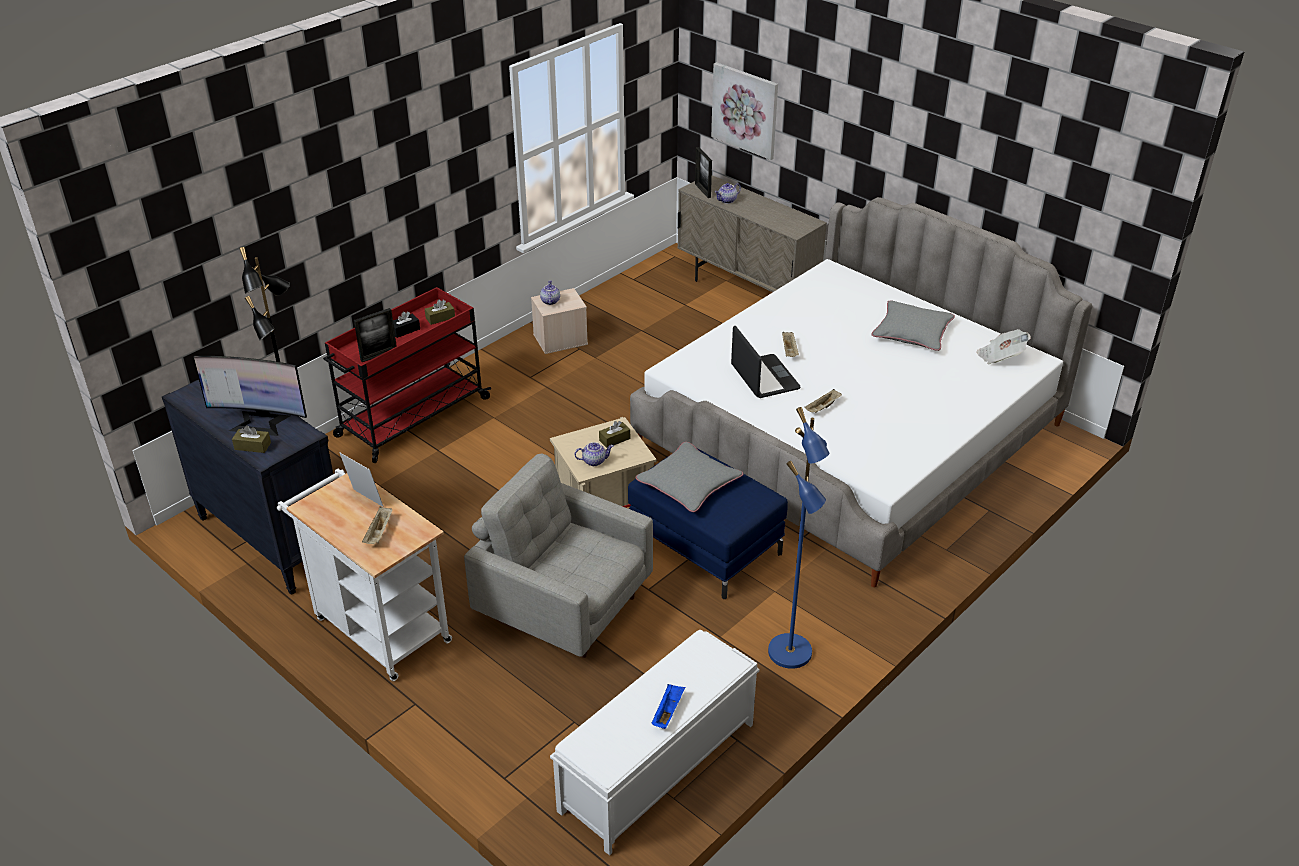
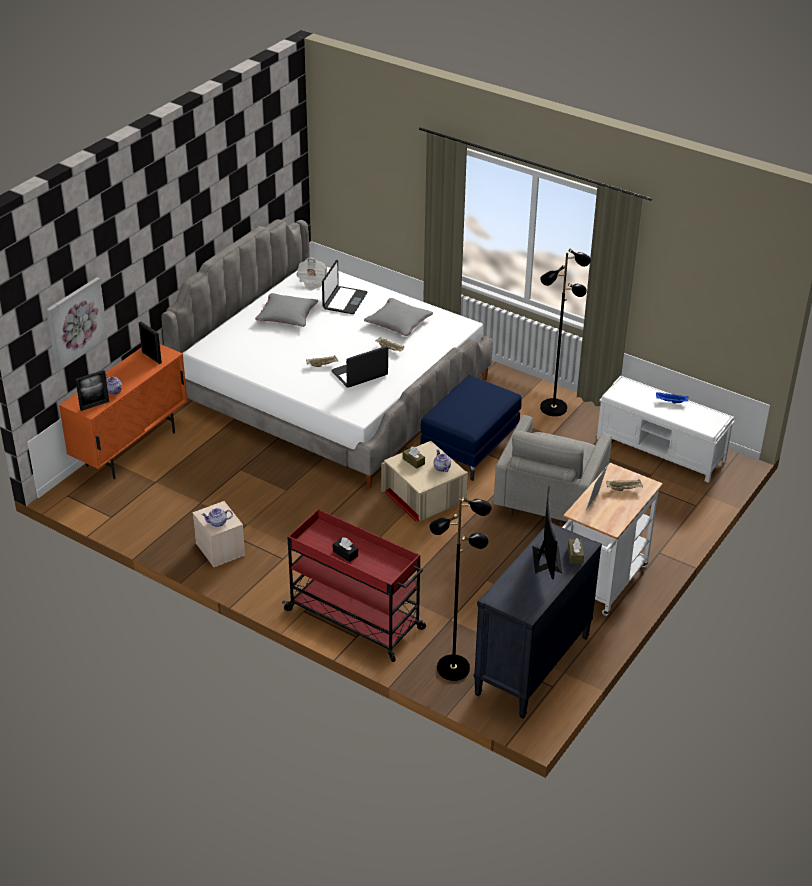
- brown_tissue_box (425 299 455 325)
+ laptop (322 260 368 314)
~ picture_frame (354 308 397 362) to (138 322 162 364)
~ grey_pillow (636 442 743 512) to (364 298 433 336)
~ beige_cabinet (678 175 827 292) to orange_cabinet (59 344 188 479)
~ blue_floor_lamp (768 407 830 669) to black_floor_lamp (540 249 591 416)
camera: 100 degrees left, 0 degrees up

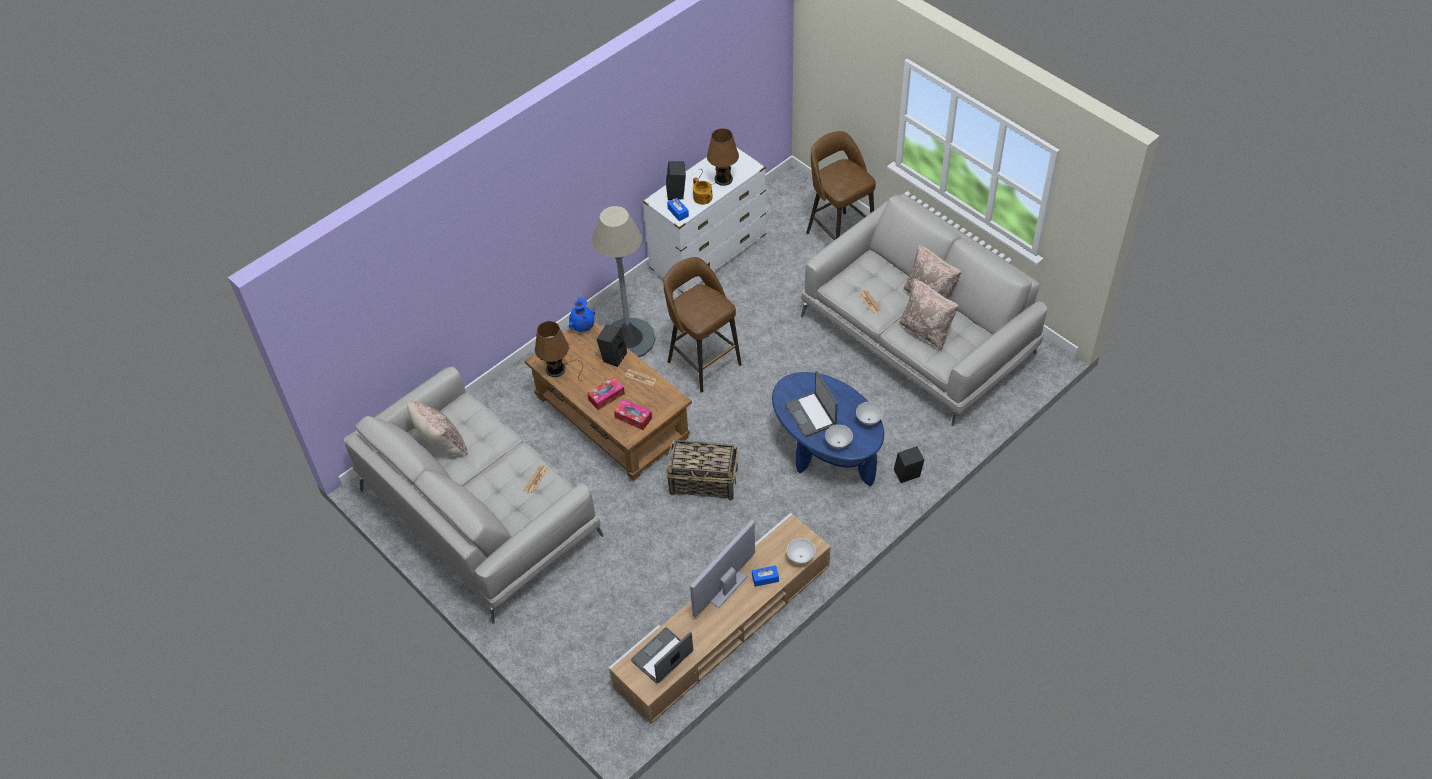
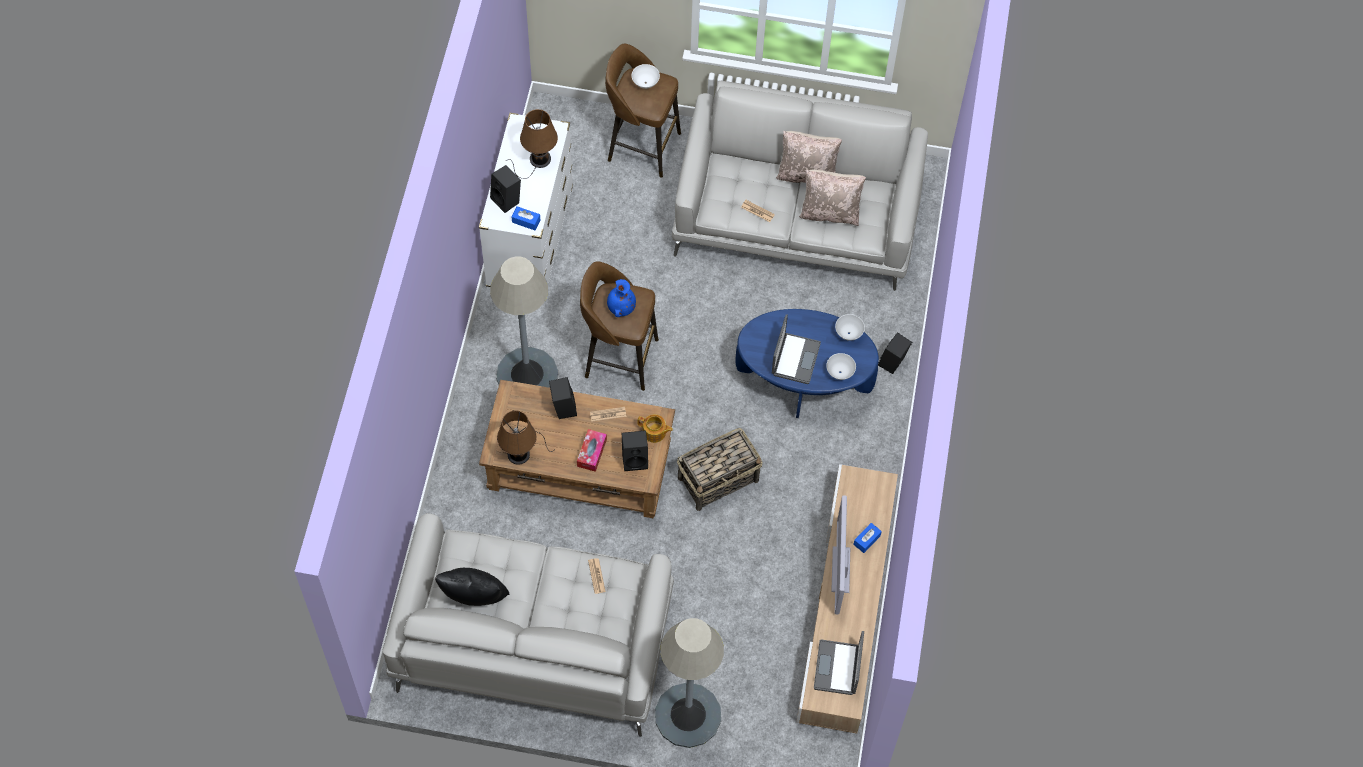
+ grey_floor_lamp (655 618 724 748)
~ blue_vase (569 297 595 332) to (607 279 636 317)
~ teapot (693 177 713 205) to (637 414 673 443)
~ white_bowl (787 538 815 564) to (632 64 660 89)
~ tissue_box (614 399 652 430) to black_speaker (622 430 648 471)
~ beige_pillow (407 401 467 457) to black_pillow (435 568 510 606)
~ laptop (785 371 838 437) = (772 314 821 384) 105 degrees counterclockwise
camera: 40 degrees left, 10 degrees up

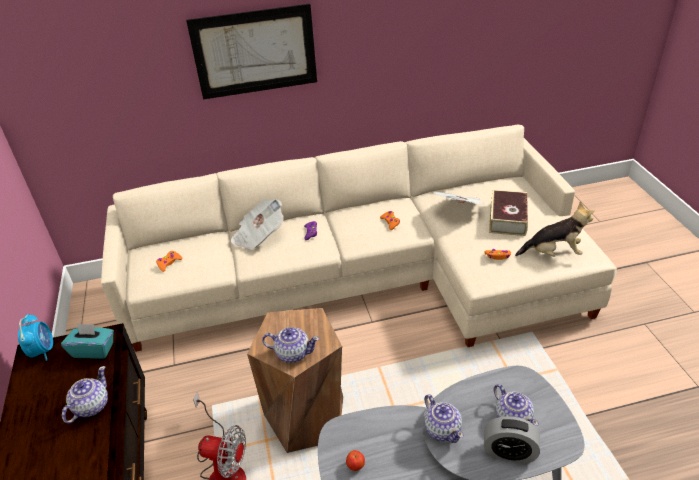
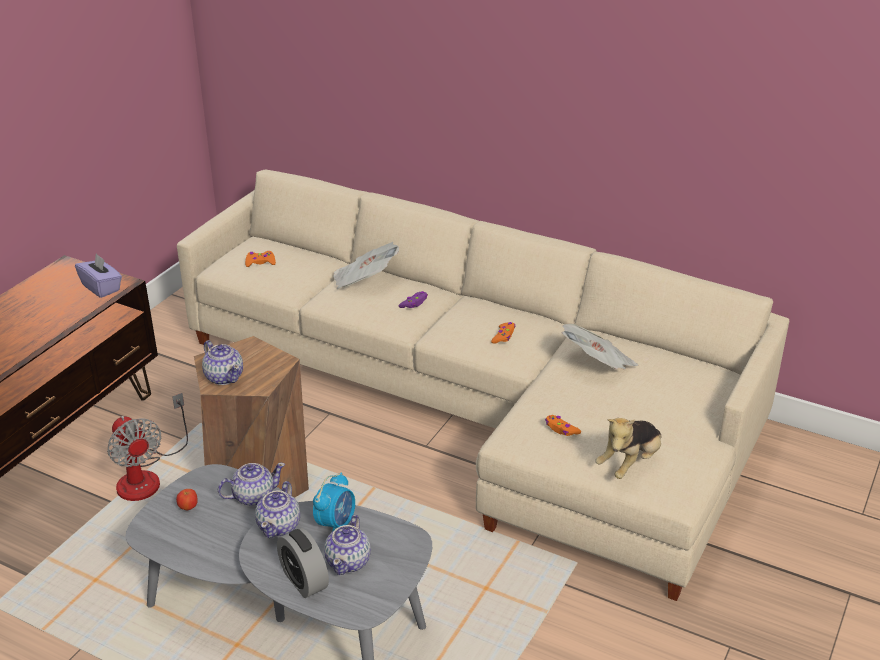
- picture (186 4 317 99)
- book (489 189 528 236)
~ alarm_clock (18 314 53 361) to (313 472 355 532)
~ teapot (62 366 108 423) to (218 463 285 506)
~ turquoise_tissue_box (61 323 114 359) to purple_tissue_box (75 253 122 298)
~ plush_toy (515 202 595 257) = (595 418 662 479) 90 degrees clockwise
camera: 40 degrees right, 5 degrees down

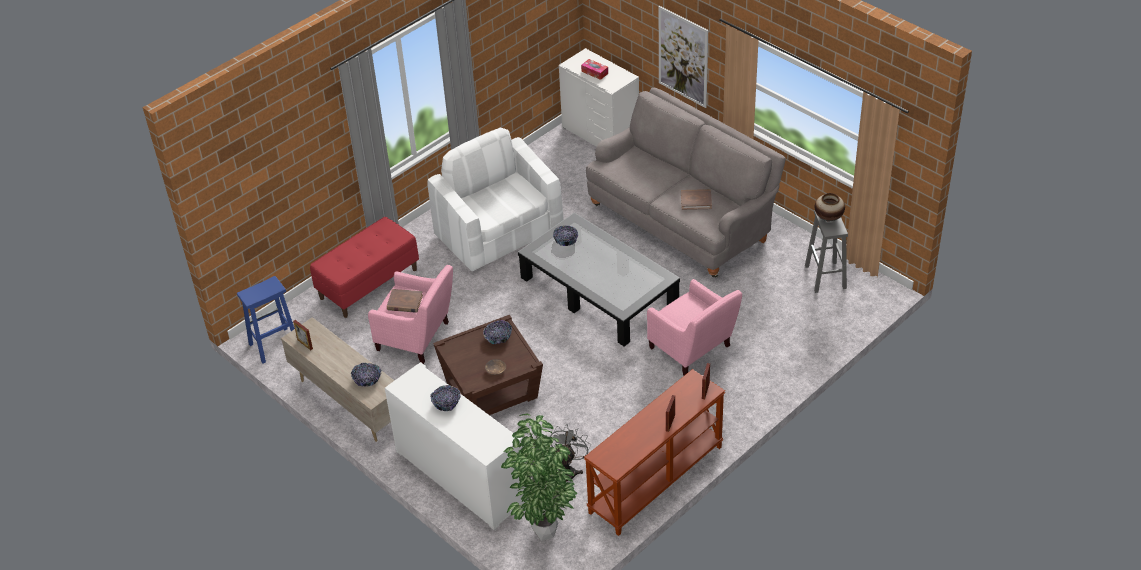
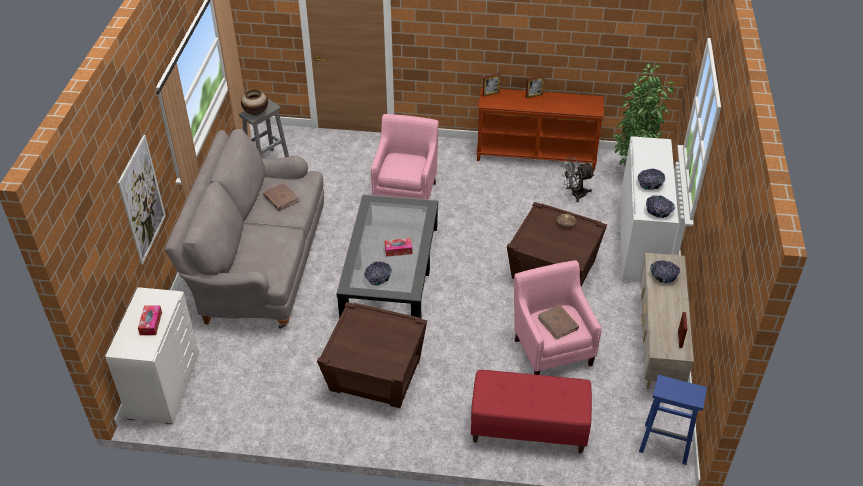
+ tissue_box (385 238 412 257)
~ bowl (483 320 512 344) to (646 195 675 218)
~ white_armchair (427 127 564 271) to brown_side_table (317 302 427 408)
camera: 130 degrees left, 0 degrees up

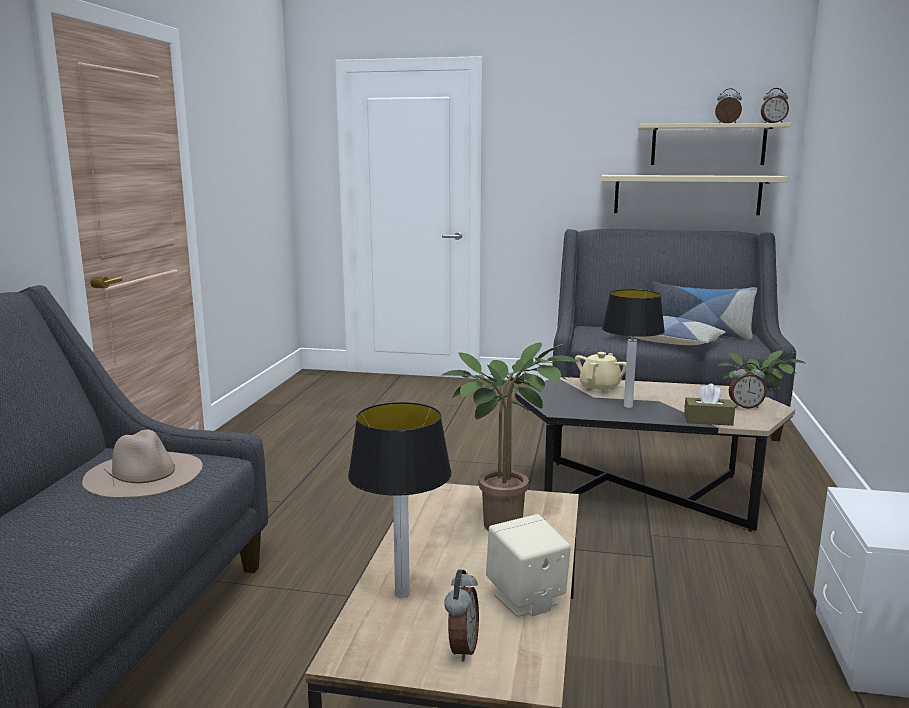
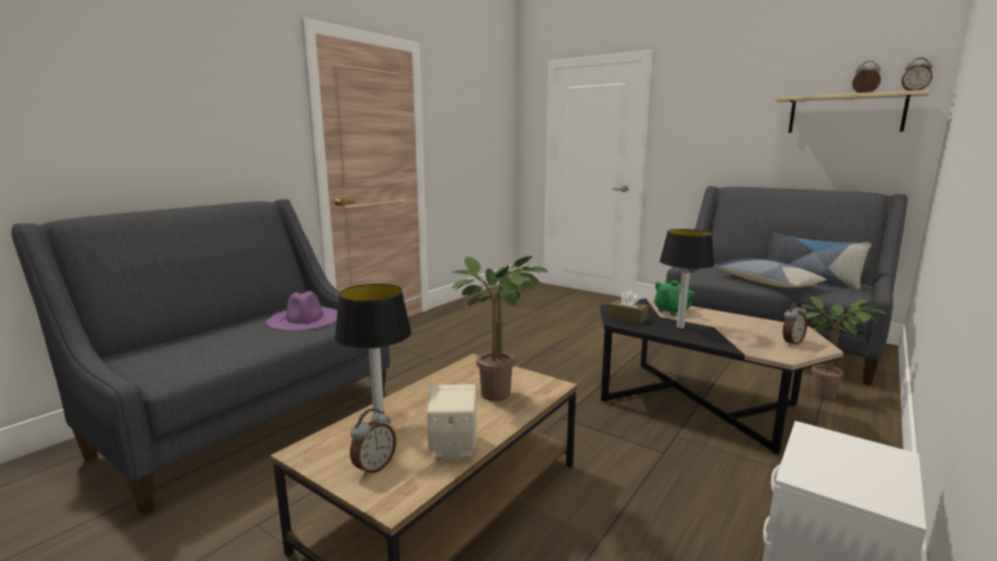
- beige_shelf (601 175 788 215)
~ brown_tissue_box (684 384 735 426) to (609 291 648 324)
~ beige_hat (82 430 203 498) to purple_hat (266 291 337 331)
~ beige_teapot (575 352 626 394) to green_teapot (654 281 694 315)
~ alarm_clock (729 362 767 409) = (783 303 807 346) 60 degrees counterclockwise
camera: 25 degrees right, 0 degrees up

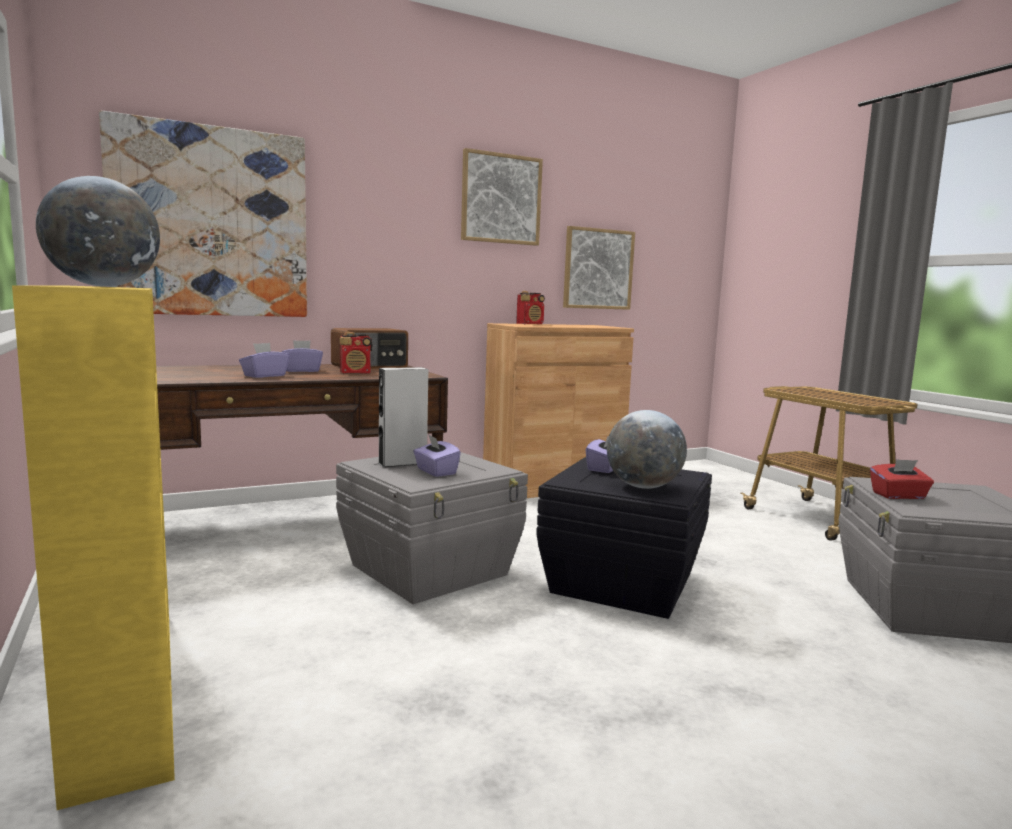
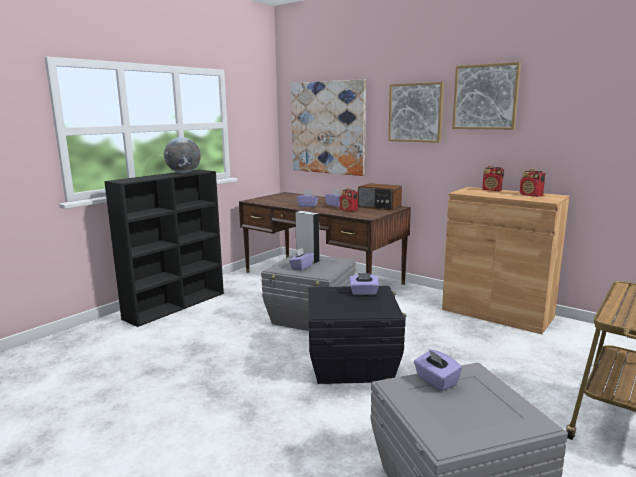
- globe (607 410 687 489)
+ radio (520 169 545 197)
~ picture (563 226 635 310) to (388 82 444 143)
~ yellow_bookcase (12 285 175 810) to black_bookcase (104 170 224 327)
~ red_tissue_box (870 459 934 499) to purple_tissue_box (414 349 462 391)
camera: 65 degrees right, 5 degrees up

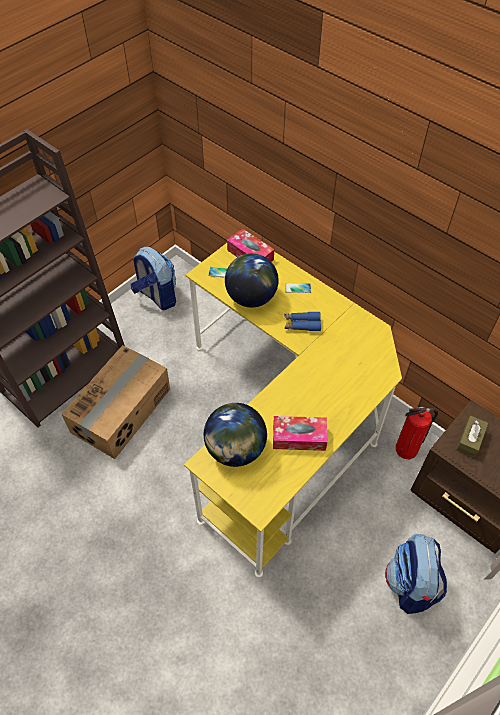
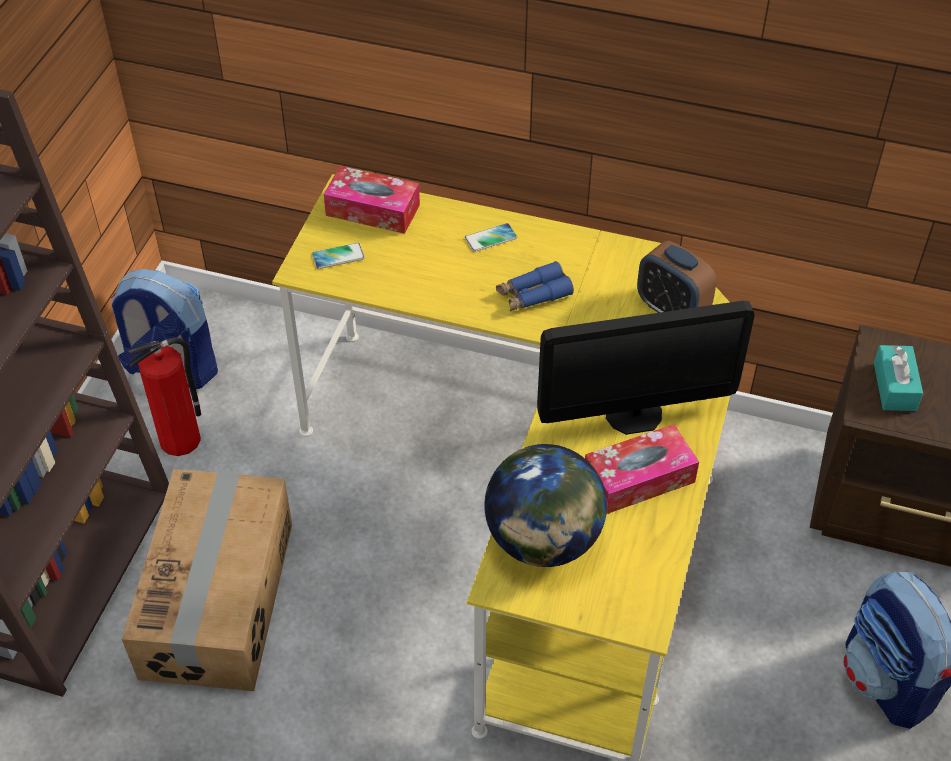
- globe (225 253 279 308)
+ monitor (537 301 755 435)
+ alarm_clock (637 241 717 313)
~ fire_extinguisher (396 407 439 460) to (128 338 201 456)
~ brown_tissue_box (456 416 488 458) to turquoise_tissue_box (874 345 923 411)
camera: 25 degrees left, 5 degrees down

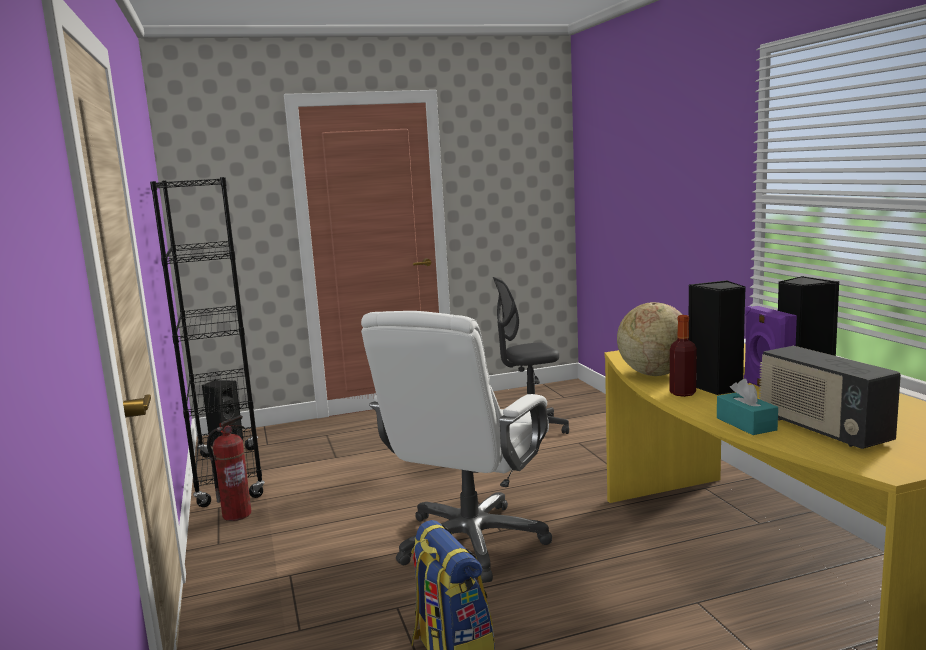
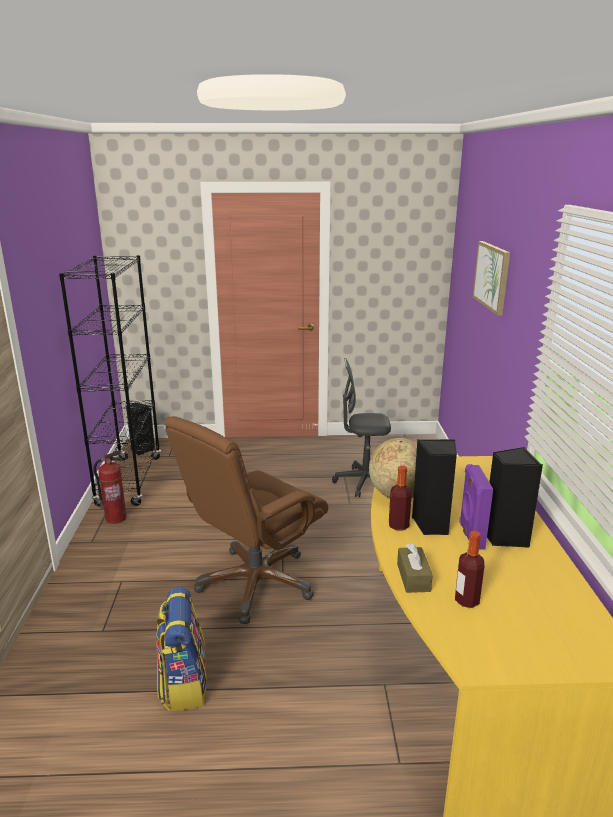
+ picture (473 241 510 316)
~ radio (759 346 901 449) to bottle (455 531 484 608)
~ white_office_chair (361 311 552 583) to brown_office_chair (164 416 328 624)
~ turquoise_tissue_box (717 379 778 435) to brown_tissue_box (397 544 433 593)
camera: 15 degrees right, 10 degrees up

